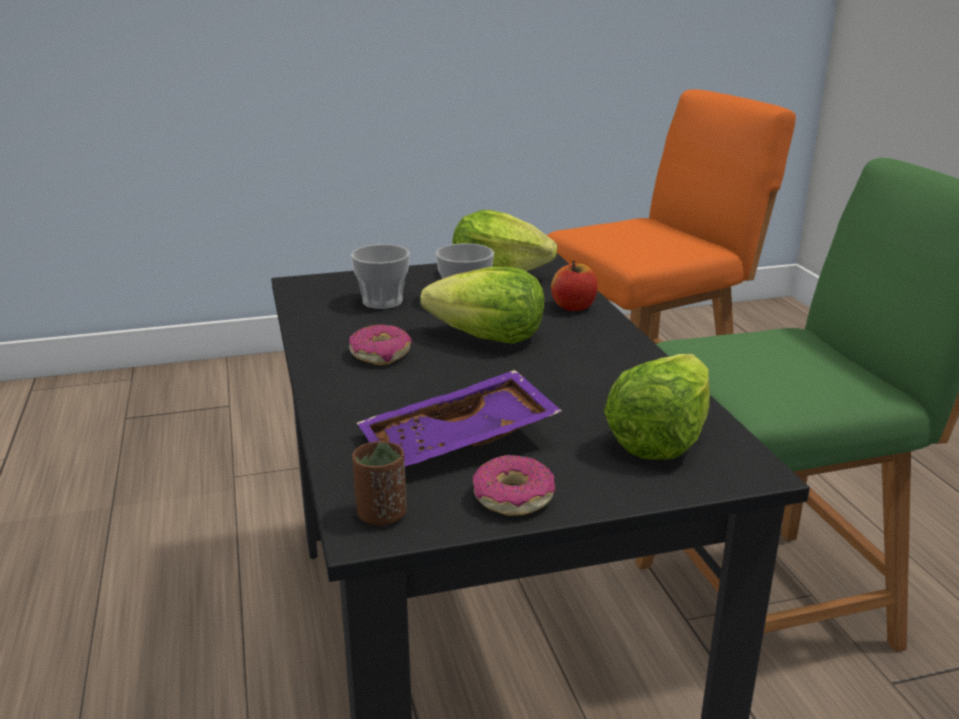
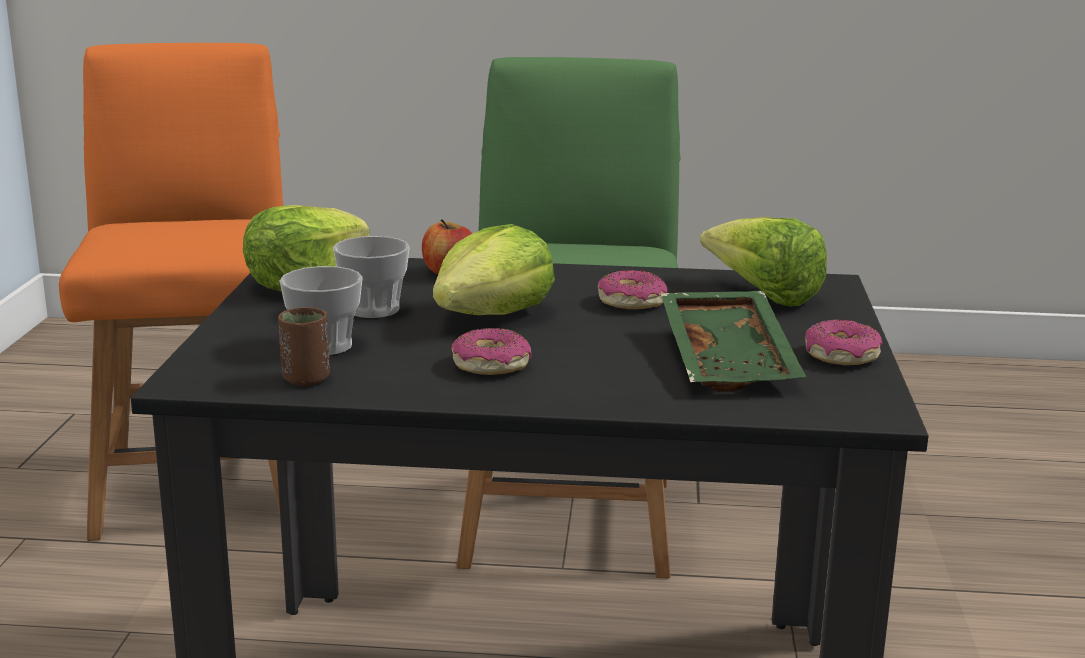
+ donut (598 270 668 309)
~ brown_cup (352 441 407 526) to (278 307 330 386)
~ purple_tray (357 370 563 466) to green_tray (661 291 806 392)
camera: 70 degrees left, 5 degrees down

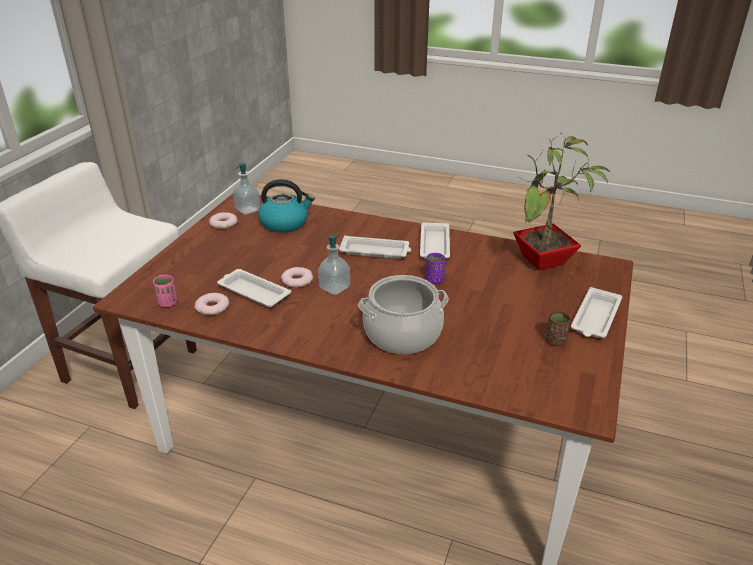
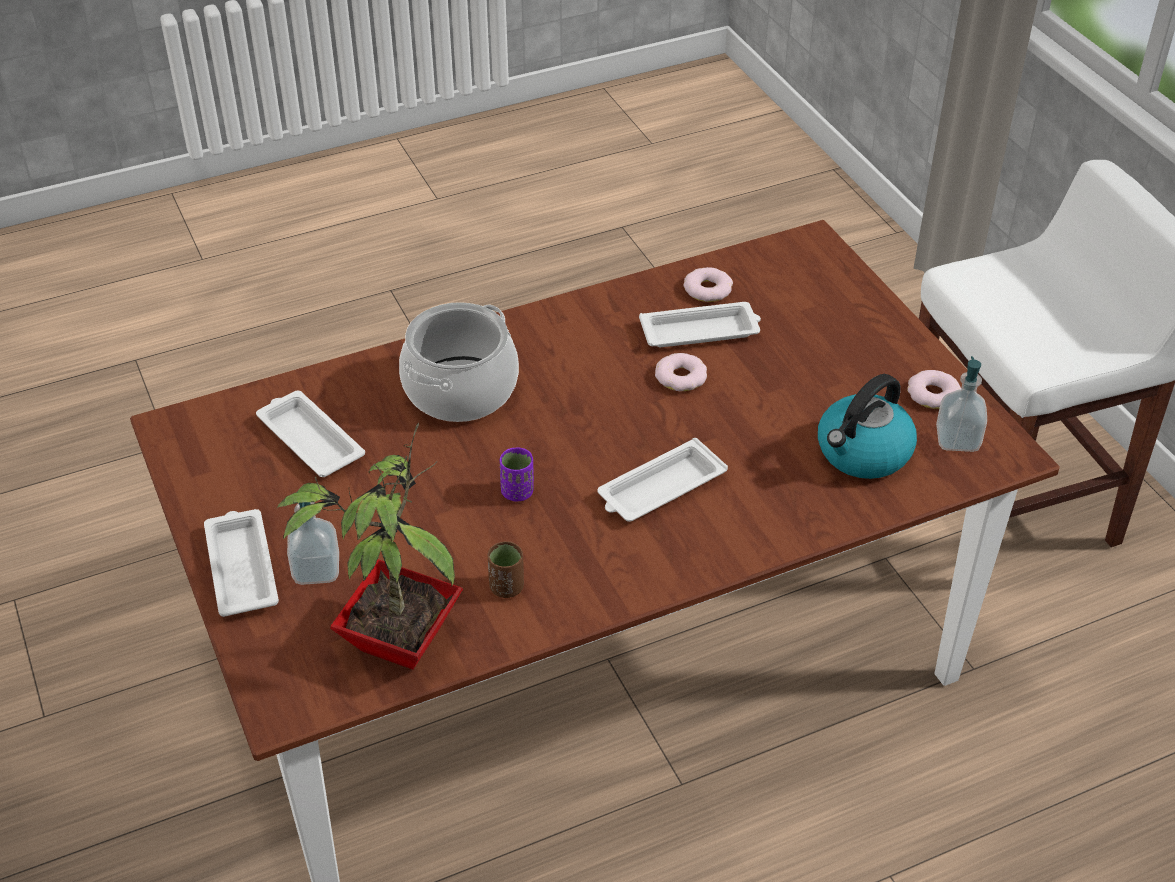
- pink_cup (153 275 177 307)
~ soap_dispenser (318 234 350 295) to (287 491 339 585)
~ white_tray (420 222 450 259) to (256 391 365 477)
~ brown_cup (545 311 571 346) to (488 541 524 598)
camera: 135 degrees right, 10 degrees up

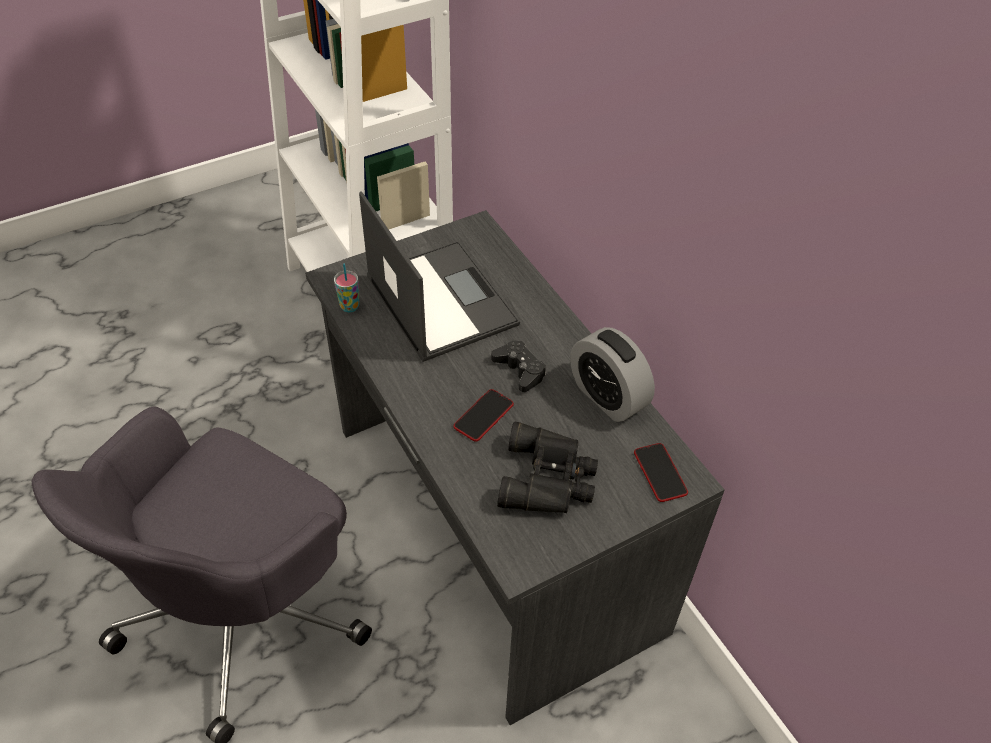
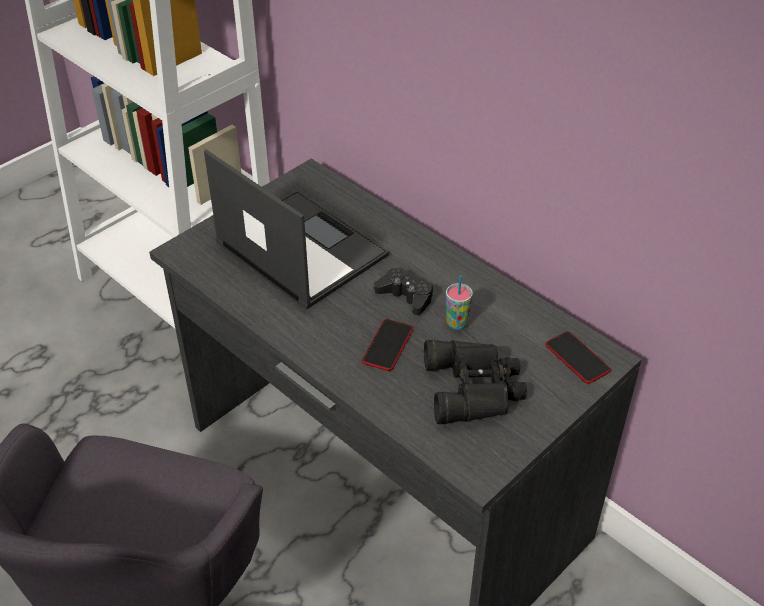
- alarm_clock (570 327 655 422)
~ cup (334 264 359 312) to (446 276 473 330)
camera: 15 degrees left, 5 degrees down

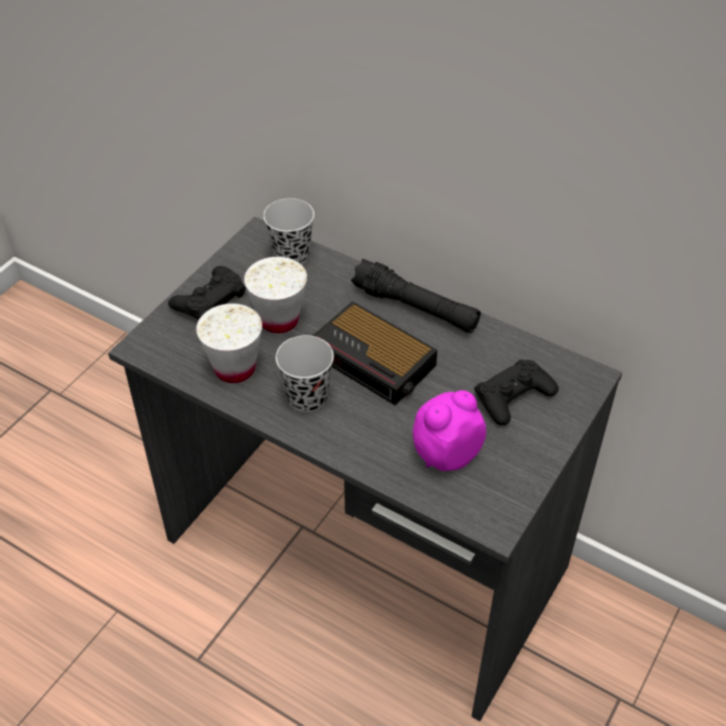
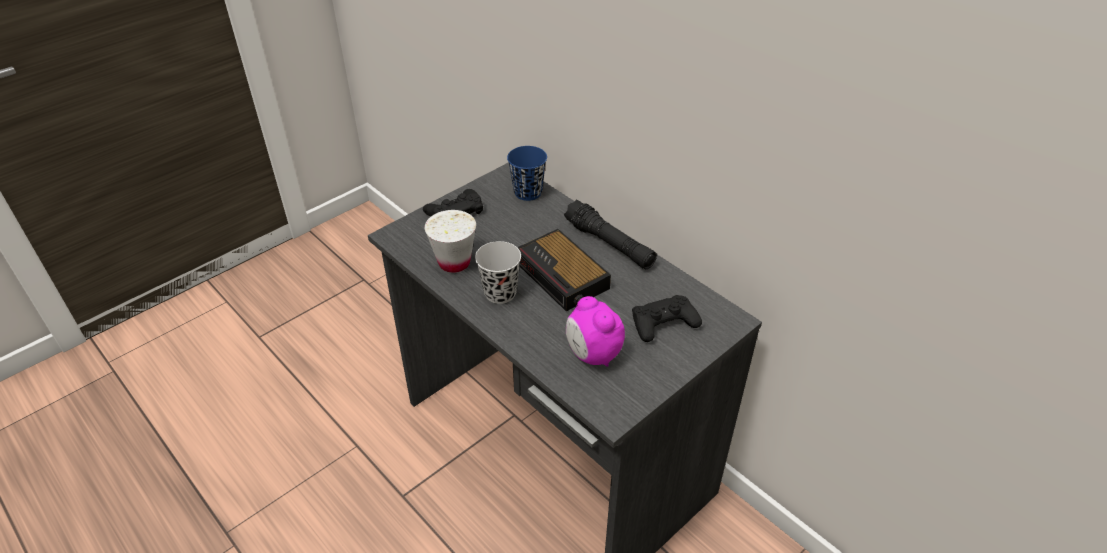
- white_cup (244 257 307 333)
~ black_cup (263 198 314 265) to blue_cup (507 146 547 201)
~ alarm_clock (413 390 486 471) = (566 296 625 367) 105 degrees counterclockwise
camera: 15 degrees right, 5 degrees down

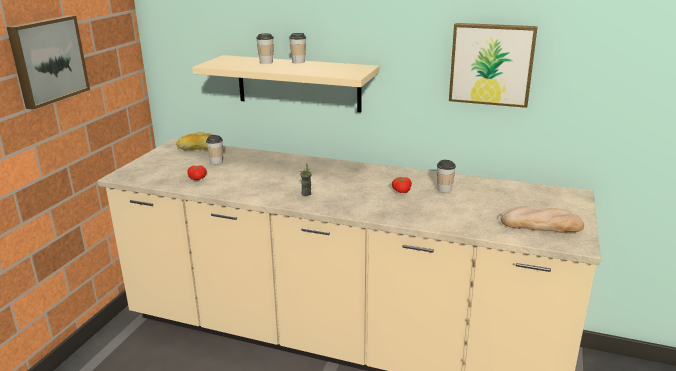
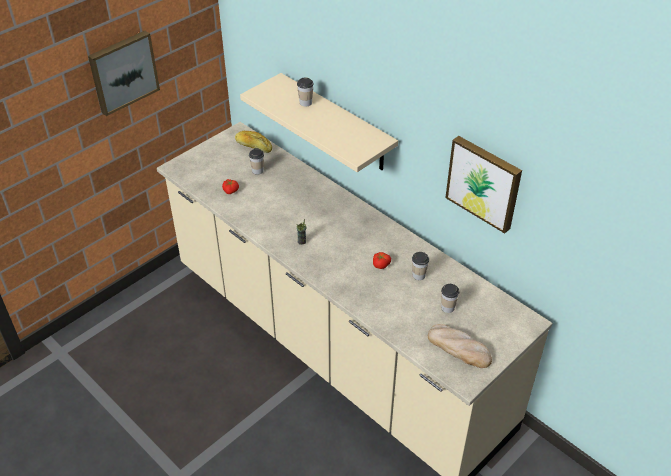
~ cup (289 33 306 63) to (441 284 459 313)
camera: 25 degrees right, 20 degrees up

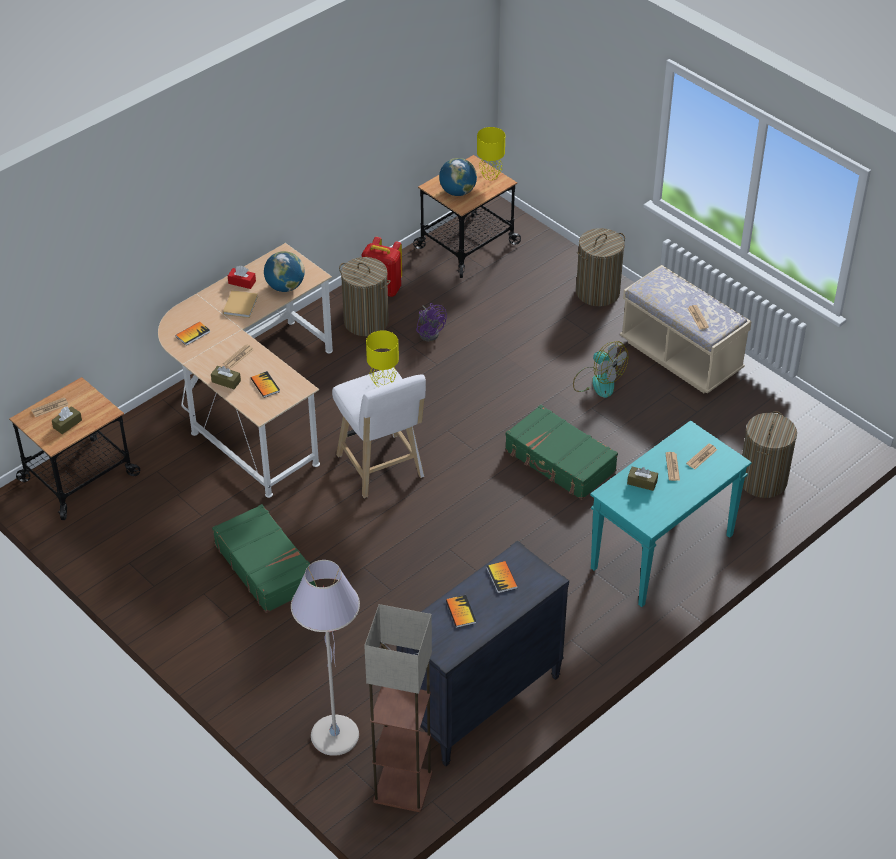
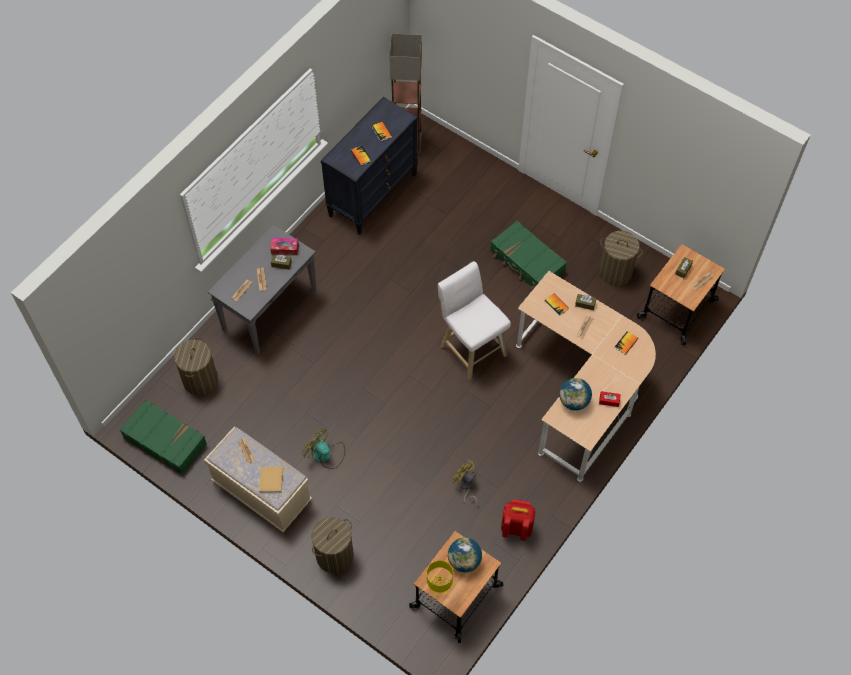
- grey_floor_lamp (291 560 360 756)
- yellow_table_lamp (366 330 399 387)
+ tissue_box (270 238 299 255)
~ beige_book (223 290 258 318) to (259 467 283 493)
~ laundry_basket (339 257 391 336) to (599 231 643 286)
~ green_suitcase (505 405 618 500) to (120 399 207 475)
~ purple_fan (416 303 447 341) to yellow_fan (453 460 477 508)
~ turquoise_console_table (590 420 752 607) to grey_console_table (208 224 317 354)
camera: 170 degrees right, 15 degrees up

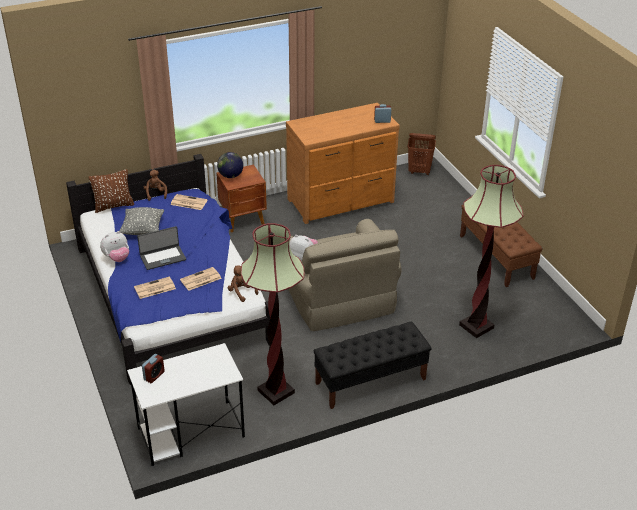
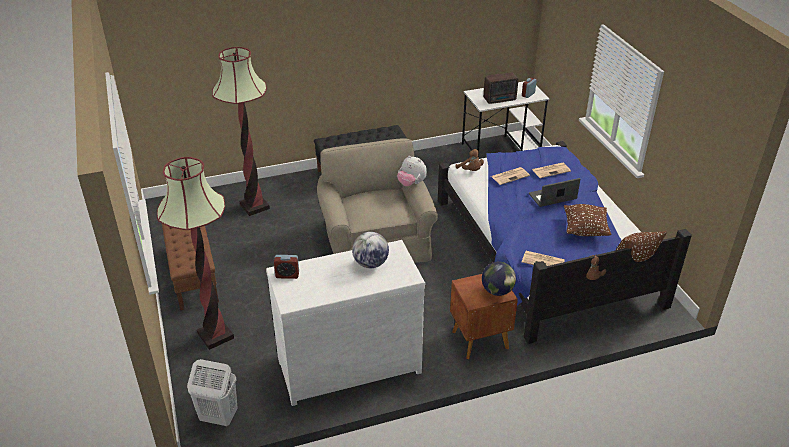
- plush_toy (100 231 129 262)
+ globe (352 232 389 268)
+ radio (483 72 518 104)
~ floor_lamp (241 223 304 405) to (157 157 234 350)
~ grey_pillow (120 207 164 235) to brown_pillow (564 204 611 236)
~ brown_dresser (286 103 400 224) to white_dresser (266 240 425 406)
~ brown_laundry_basket (408 133 436 175) to white_laundry_basket (187 359 238 426)
camera: 175 degrees left, 0 degrees up

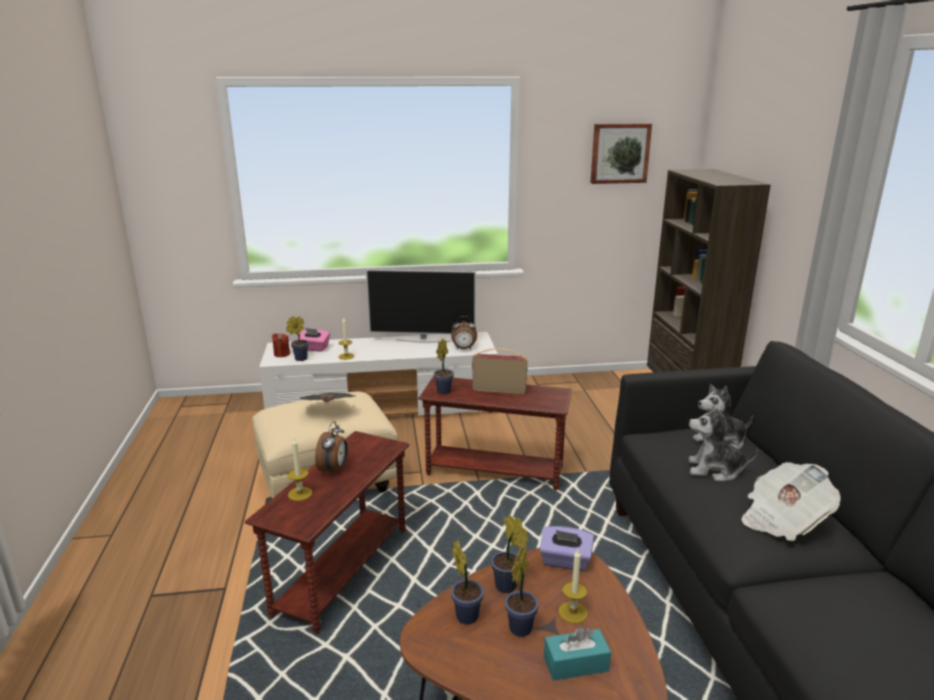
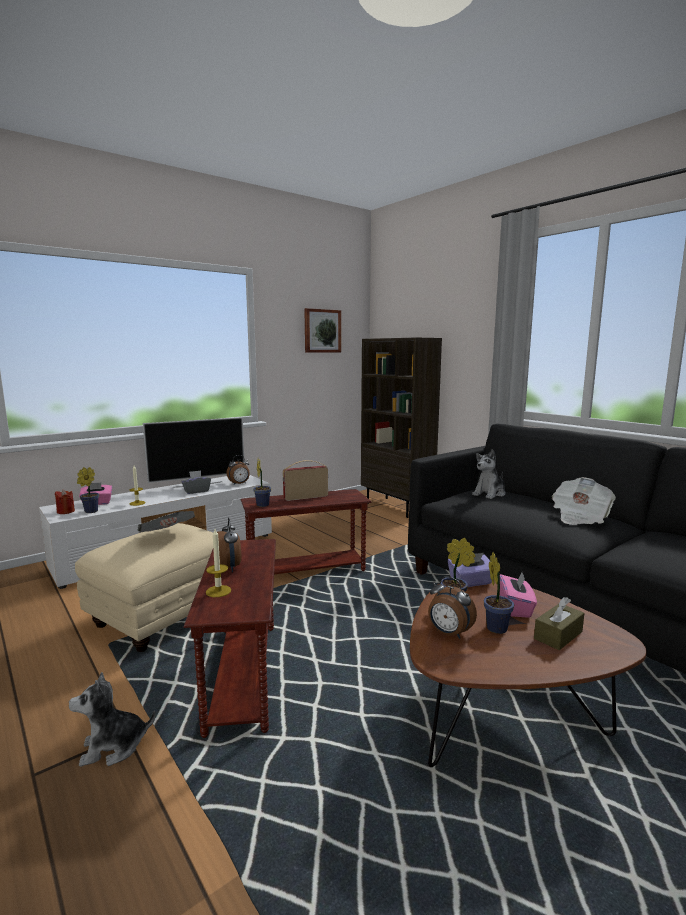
+ grey_tissue_box (181 470 211 494)
~ plush_toy (688 405 758 481) to (69 672 156 767)
~ potted_plant (451 540 484 625) to alarm_clock (428 576 477 639)
~ candle (559 550 588 623) to pink_tissue_box (500 572 537 618)
~ turquoise_tissue_box (544 627 611 681) to brown_tissue_box (534 597 584 650)
camera: 30 degrees left, 10 degrees down

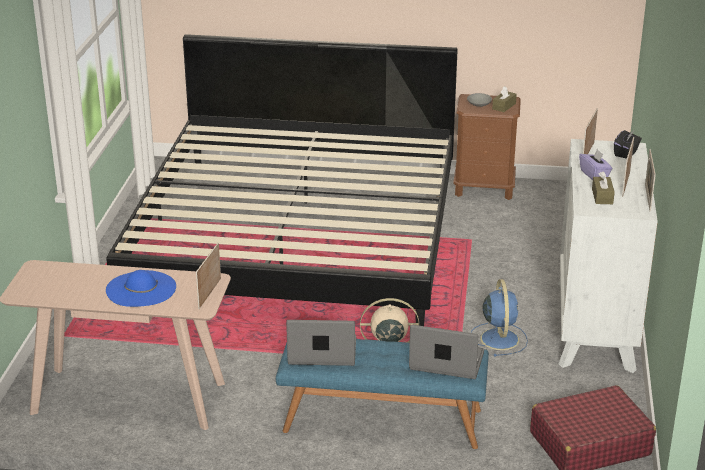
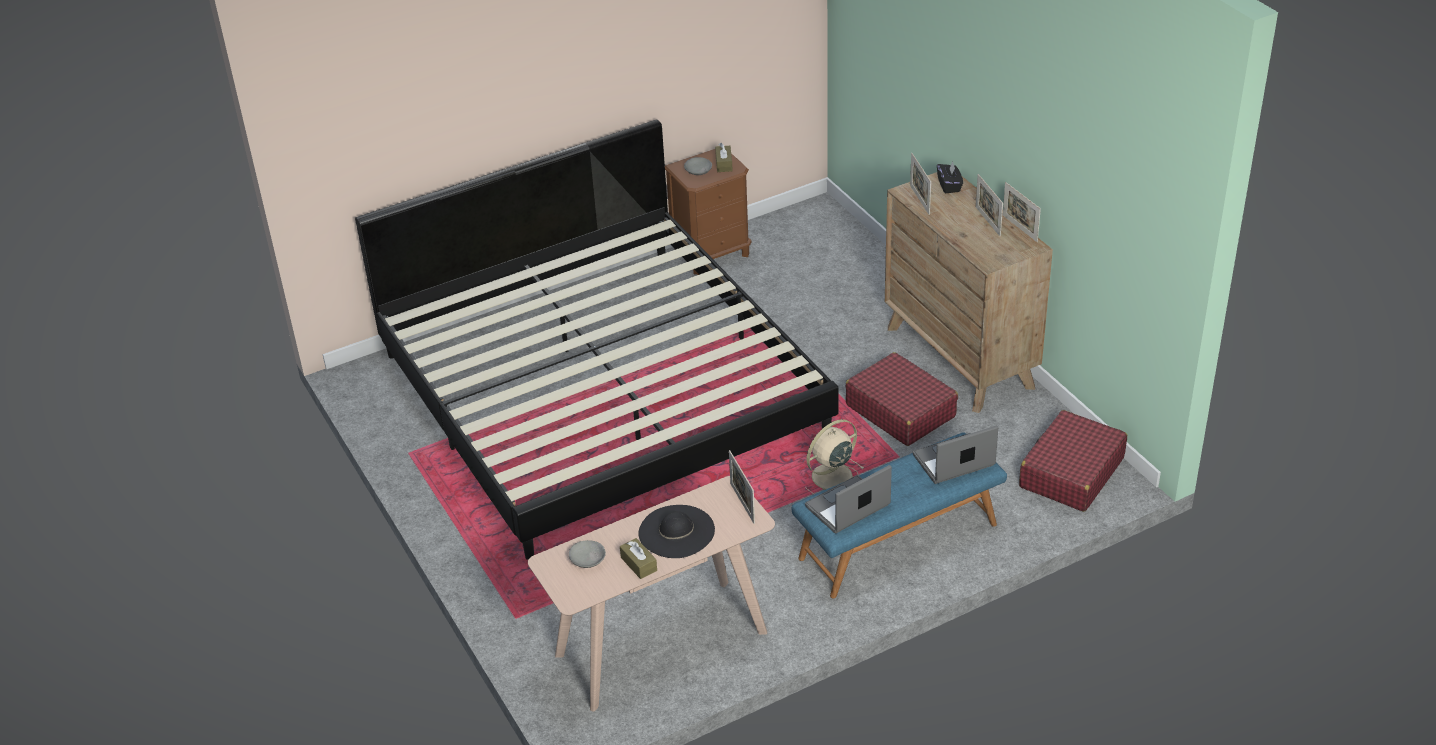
- purple_tissue_box (579 149 612 180)
+ grey_bowl (569 540 606 568)
~ brown_tissue_box (592 171 615 204) to (620 538 657 579)
~ blue_fan (471 279 528 357) to red_suitcase (845 352 958 446)
~ blue_hat (106 270 176 307) to black_hat (638 505 715 558)
~ white_dresser (558 139 658 373) to brown_dresser (885 172 1053 413)
camera: 35 degrees left, 10 degrees up

